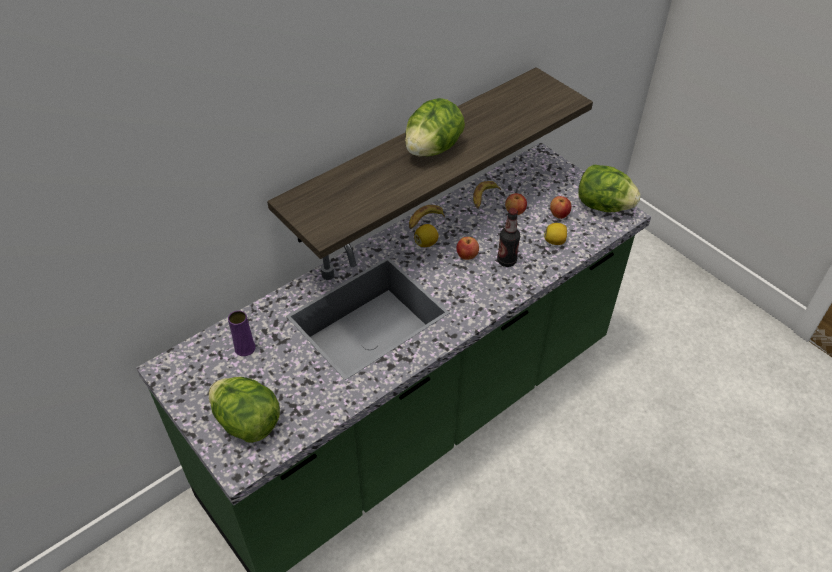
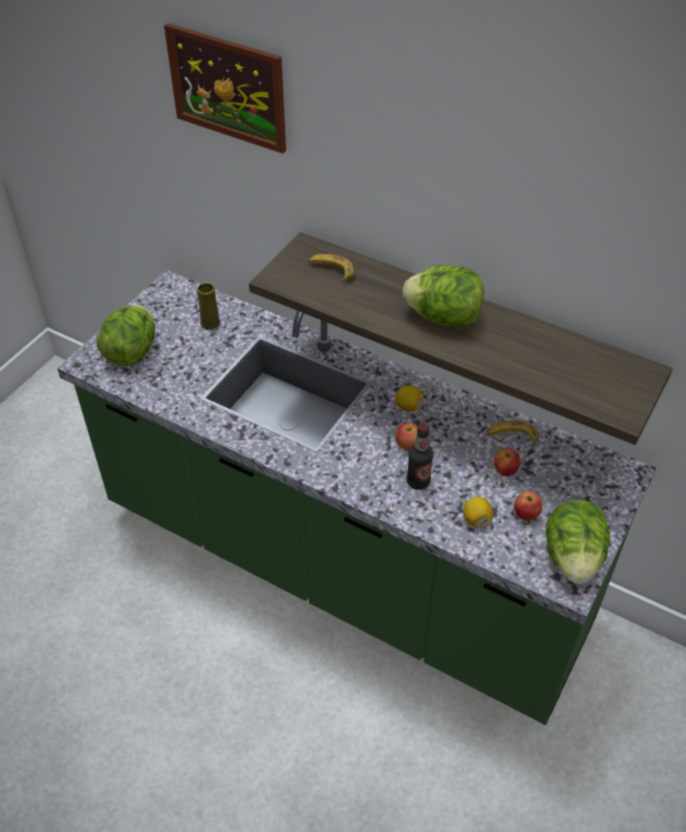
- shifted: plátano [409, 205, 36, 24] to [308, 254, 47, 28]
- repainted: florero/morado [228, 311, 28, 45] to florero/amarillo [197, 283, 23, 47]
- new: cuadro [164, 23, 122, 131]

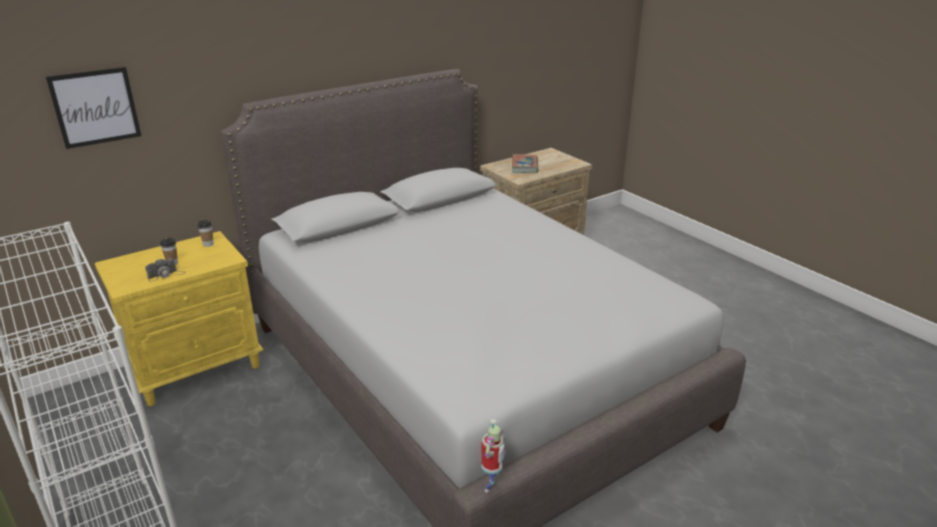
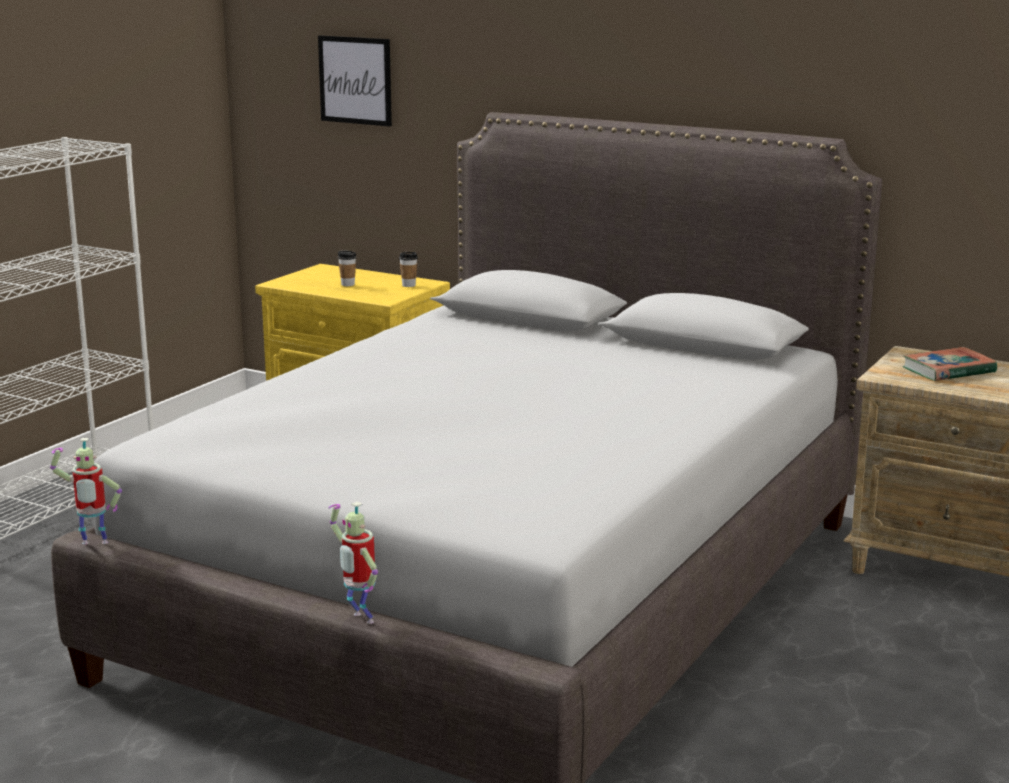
- gone: cámara [145, 258, 41, 24]
- new: robot de juguete [328, 502, 50, 122]

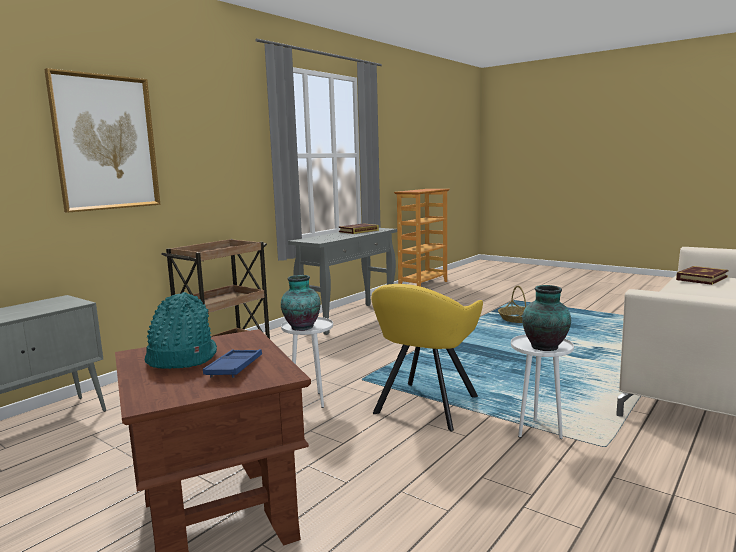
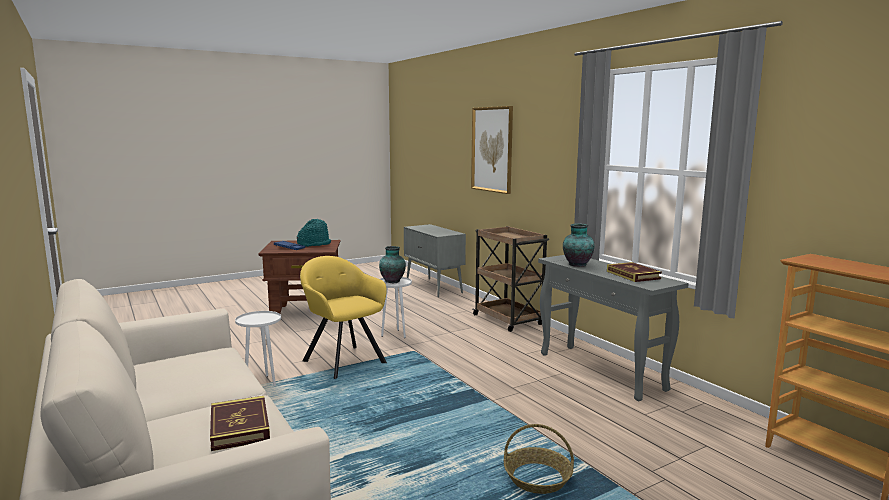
- shifted: florero [522, 285, 49, 66] to [563, 224, 31, 43]

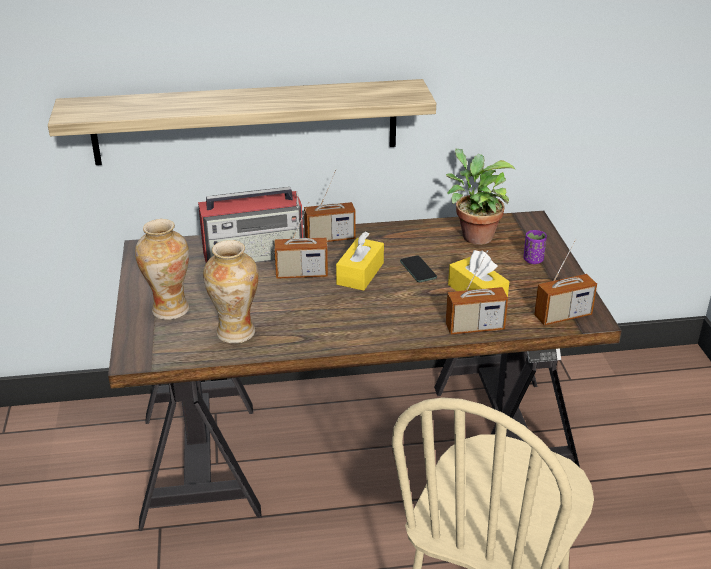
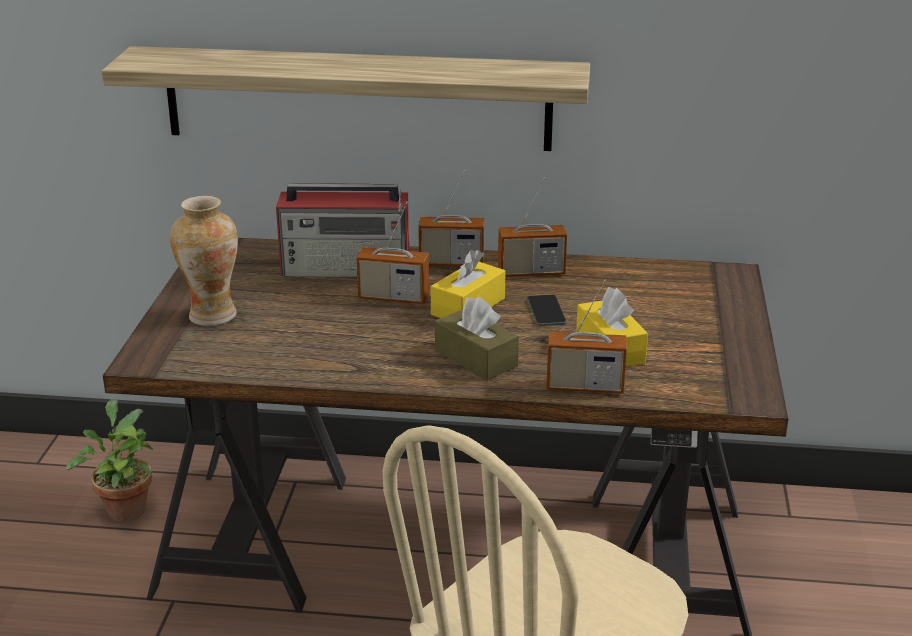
- shifted: planta en maceta [446, 149, 70, 96] to [66, 399, 87, 123]
- gone: taza/morado [524, 230, 23, 34]
- shifted: radio [534, 239, 63, 86] to [498, 178, 69, 99]
- gone: florero [203, 240, 56, 103]
- new: caja de pañuelos/marrón [435, 297, 84, 83]

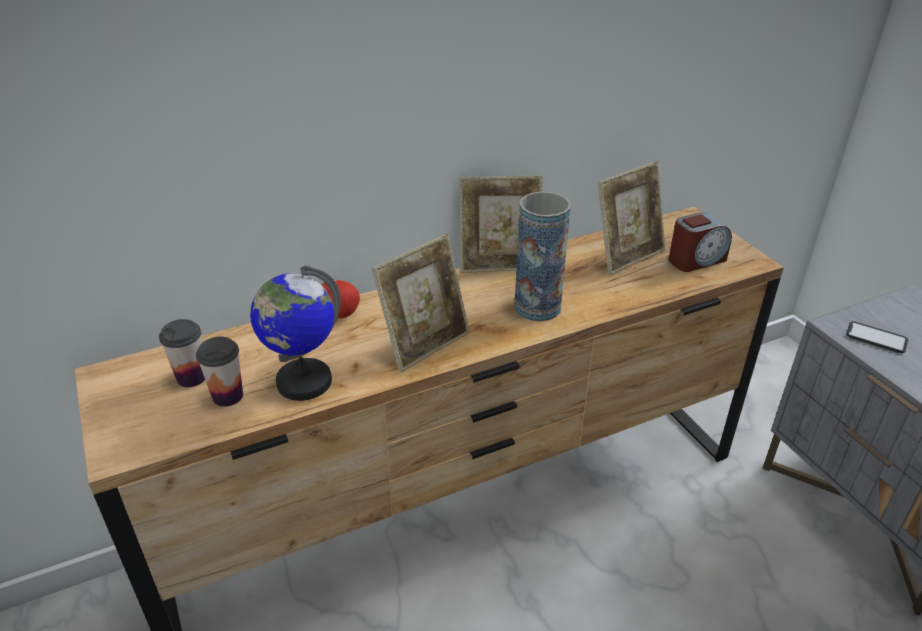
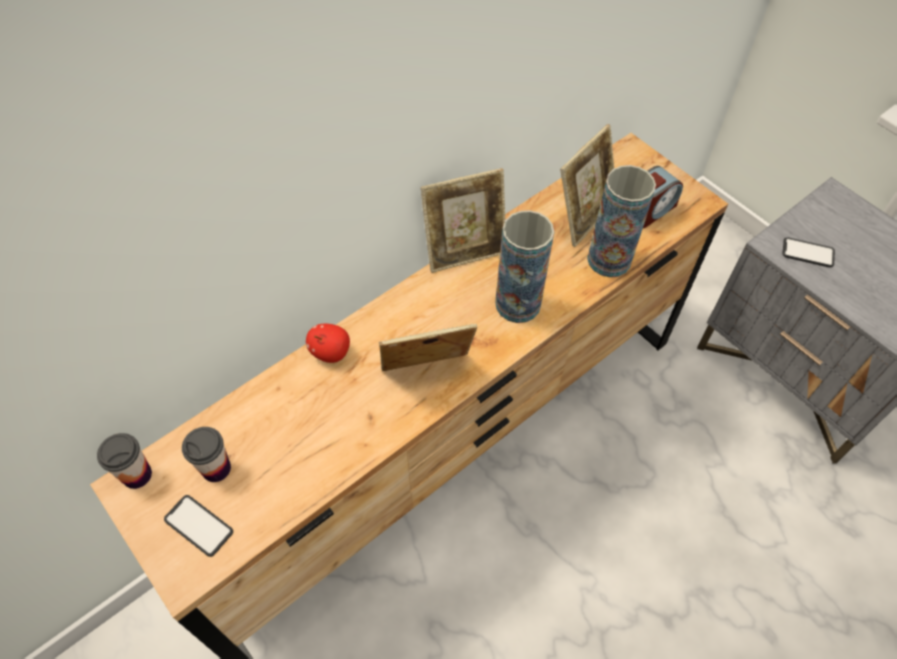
- rotated: portarretratos [372, 234, 98, 138] = [379, 324, 98, 47] 135 degrees counterclockwise
- gone: globo terráqueo [250, 265, 91, 136]
- shifted: taza [196, 337, 47, 70] to [97, 433, 55, 56]
- new: florero [587, 165, 69, 112]
- new: móvil [164, 495, 69, 62]

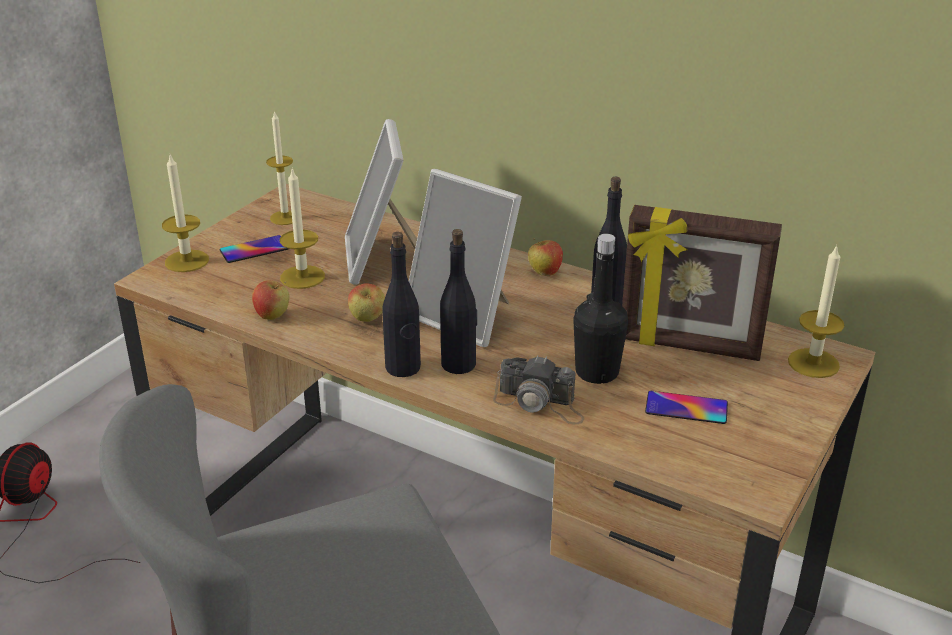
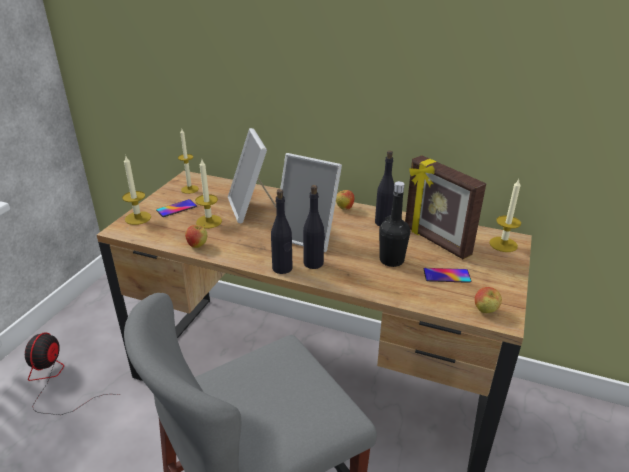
- rotated: portarretratos [622, 205, 160, 156] = [405, 155, 81, 104] 45 degrees clockwise
- shifted: manzana [348, 284, 37, 38] to [475, 287, 27, 26]
- gone: cámara [493, 355, 91, 69]

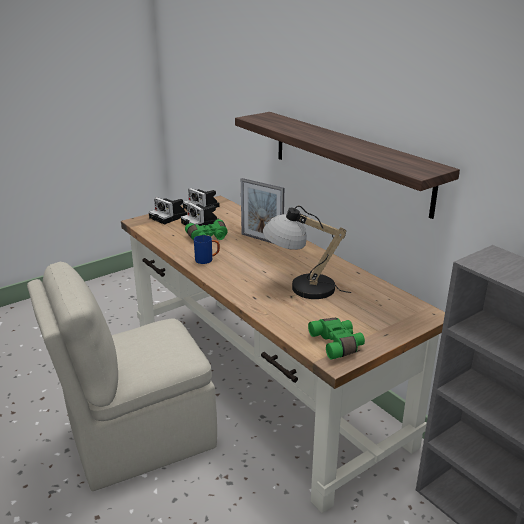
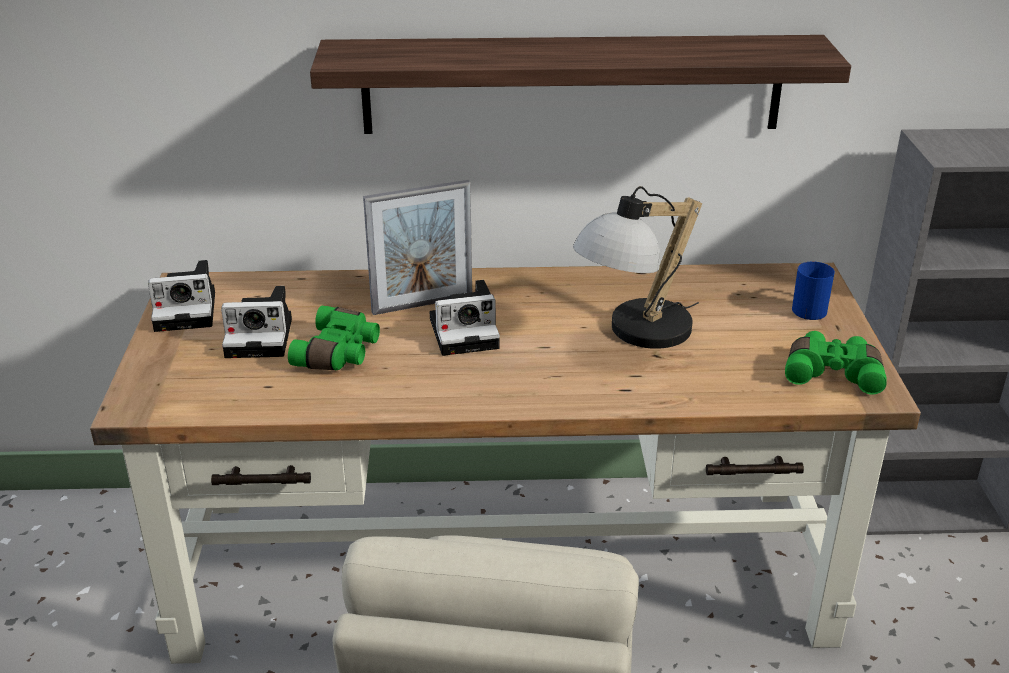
- shifted: cámara [149, 197, 38, 27] to [430, 280, 70, 76]
- shifted: taza grande/azul [194, 235, 26, 29] to [792, 261, 43, 59]

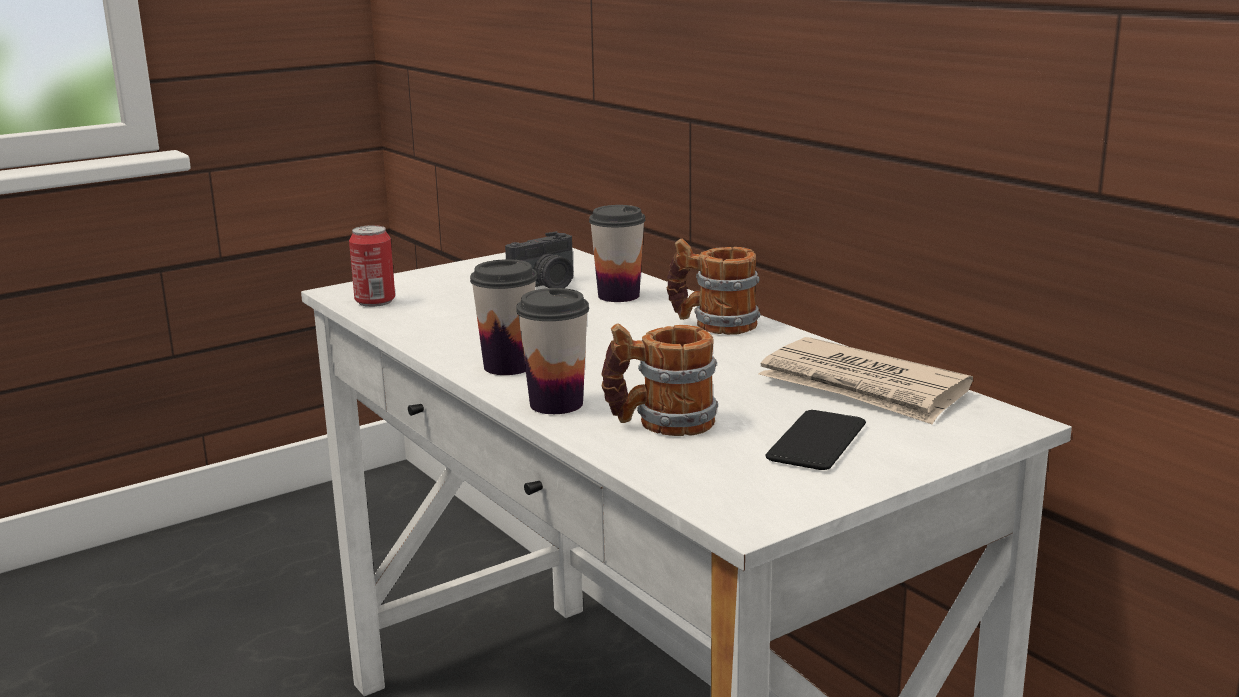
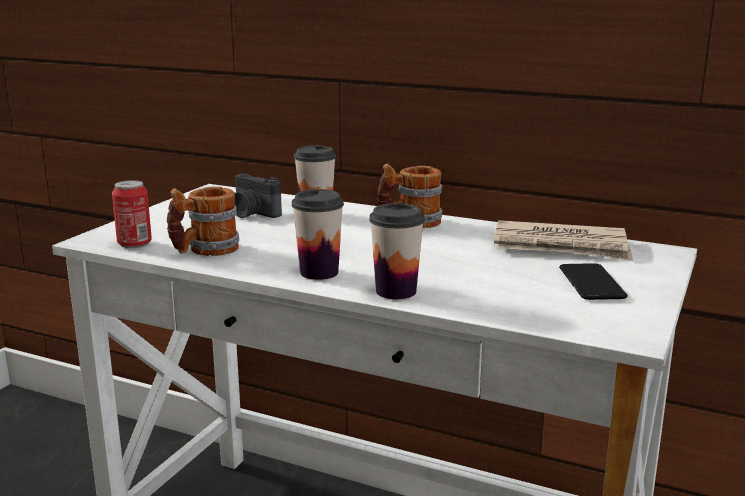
- rotated: cámara [505, 231, 68, 57] = [234, 173, 48, 45] 105 degrees clockwise
- shifted: taza grande [601, 323, 117, 113] to [167, 187, 72, 69]

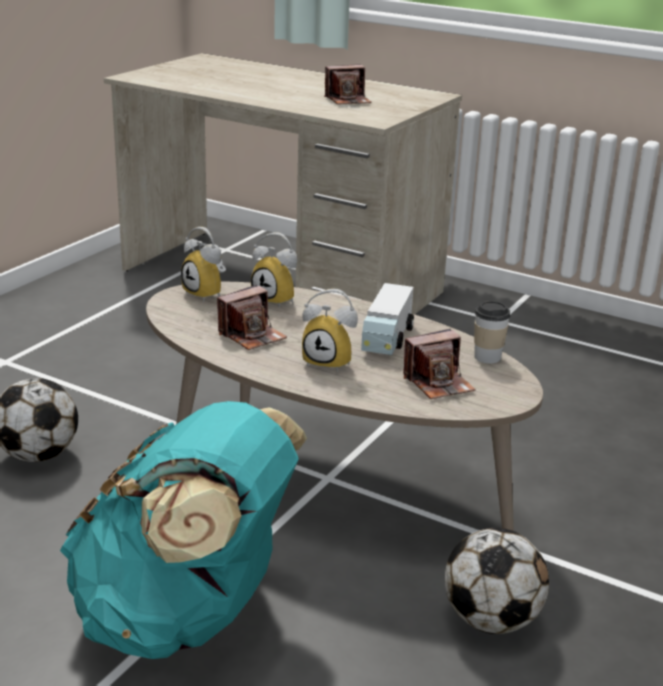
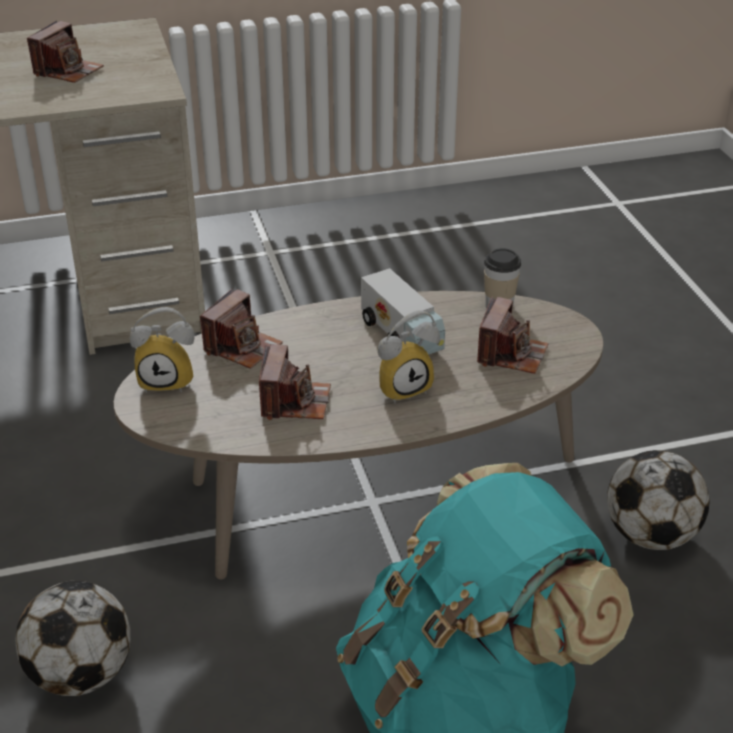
- swapped: despertador [251, 232, 47, 76] to cámara [200, 288, 83, 81]

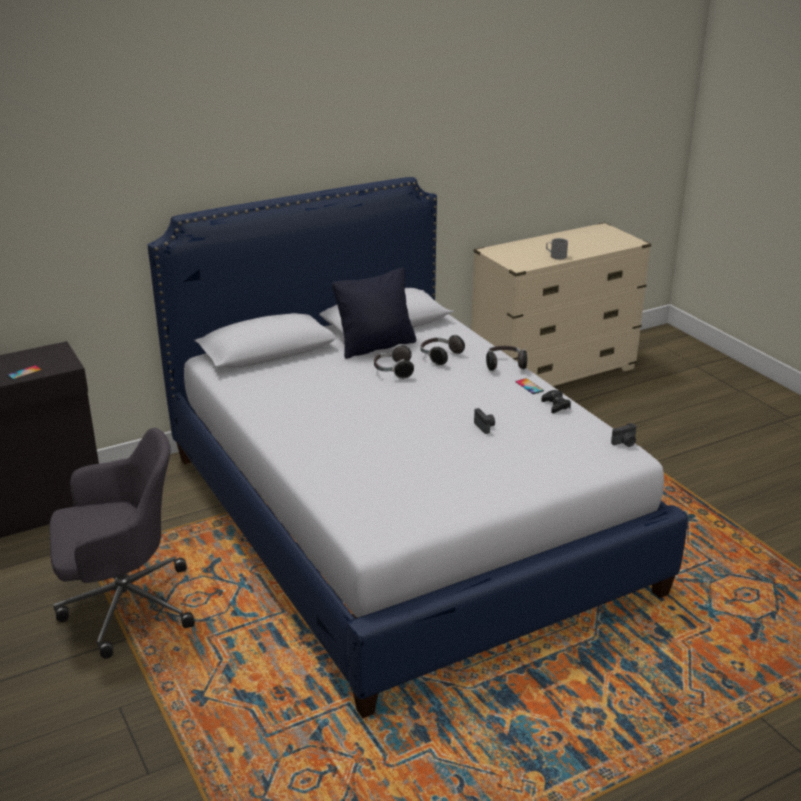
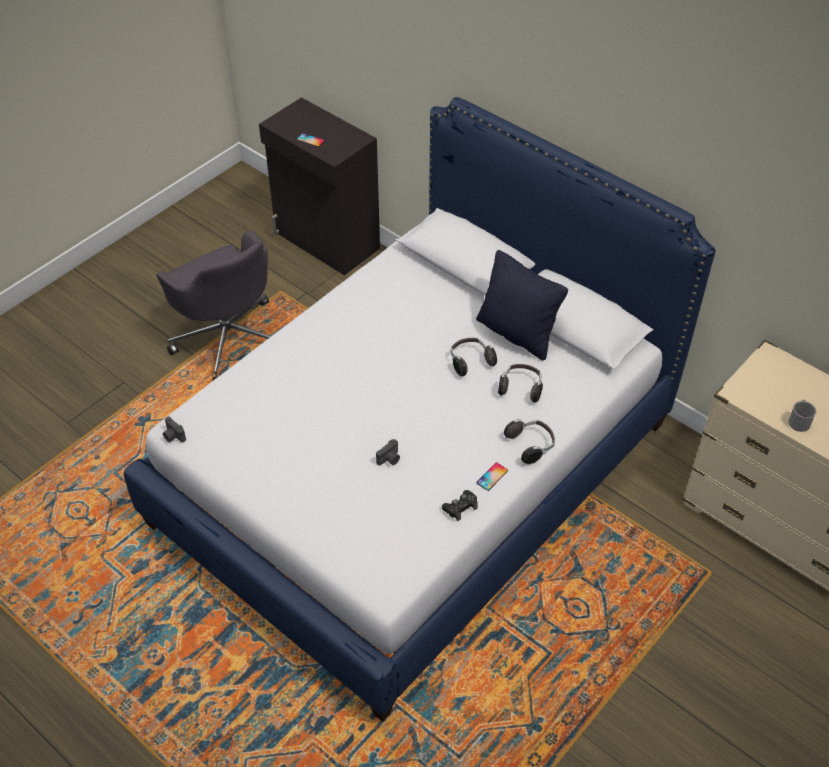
- shifted: cámara [611, 423, 25, 24] to [163, 417, 23, 26]

